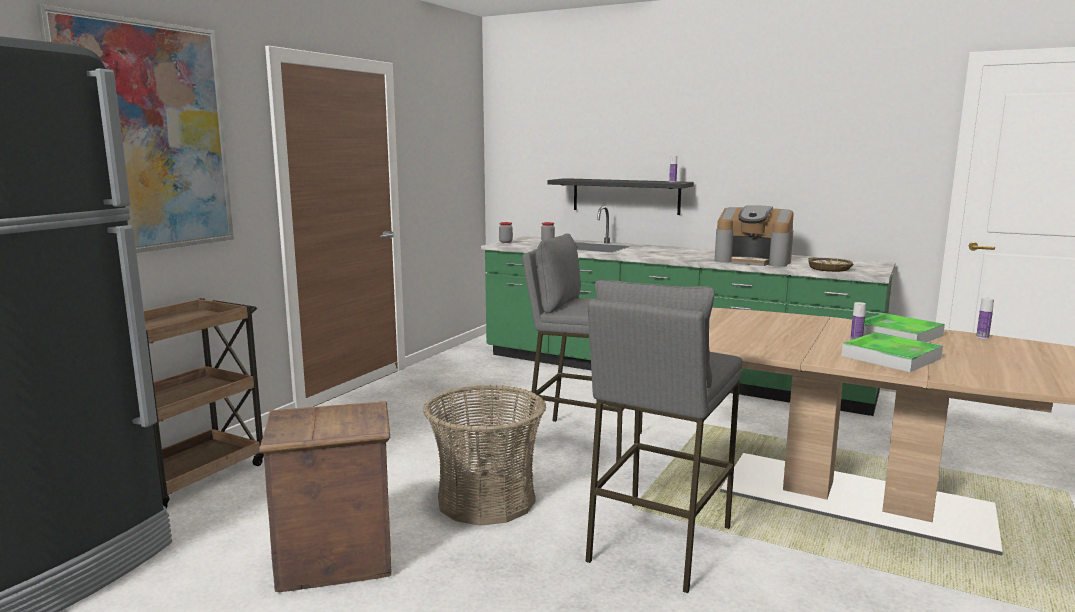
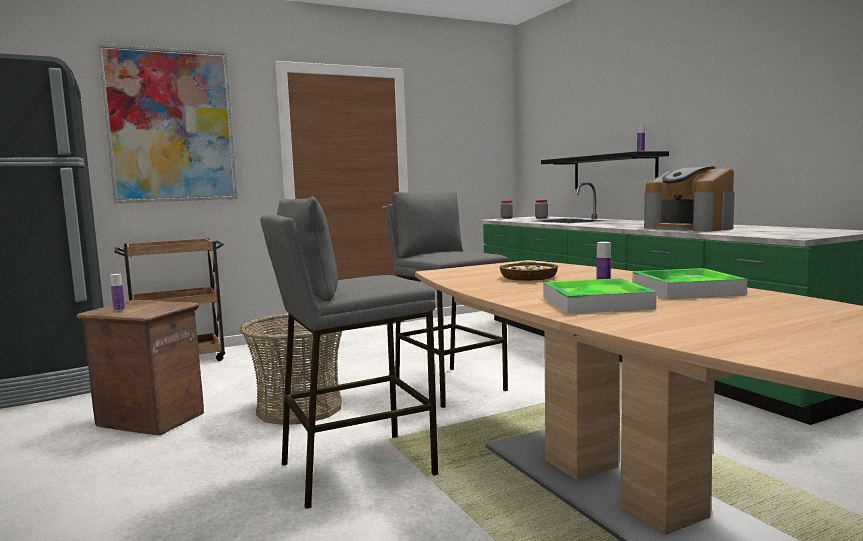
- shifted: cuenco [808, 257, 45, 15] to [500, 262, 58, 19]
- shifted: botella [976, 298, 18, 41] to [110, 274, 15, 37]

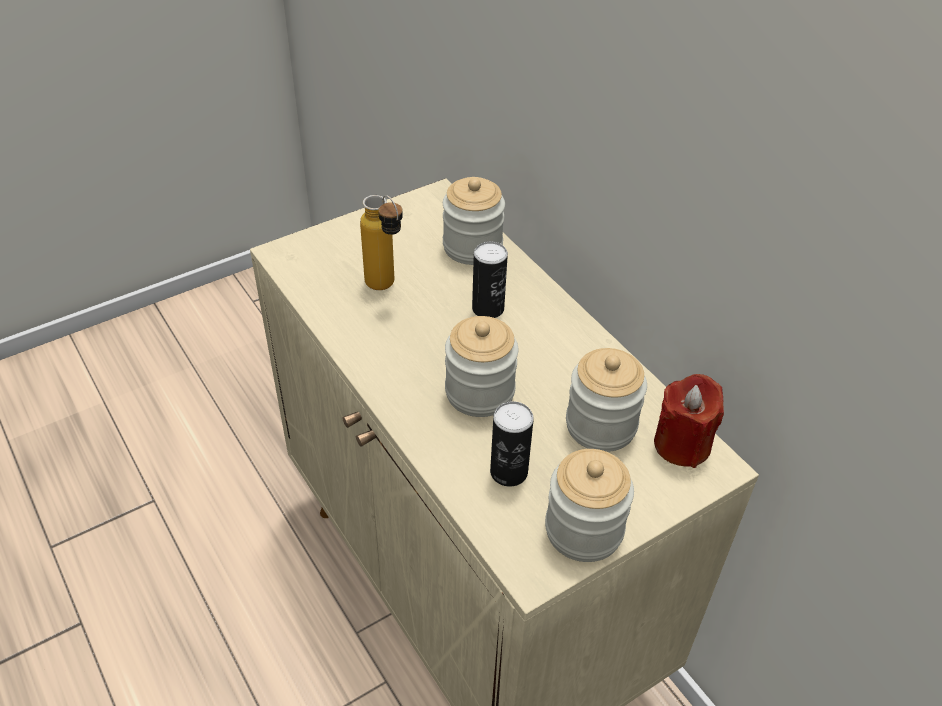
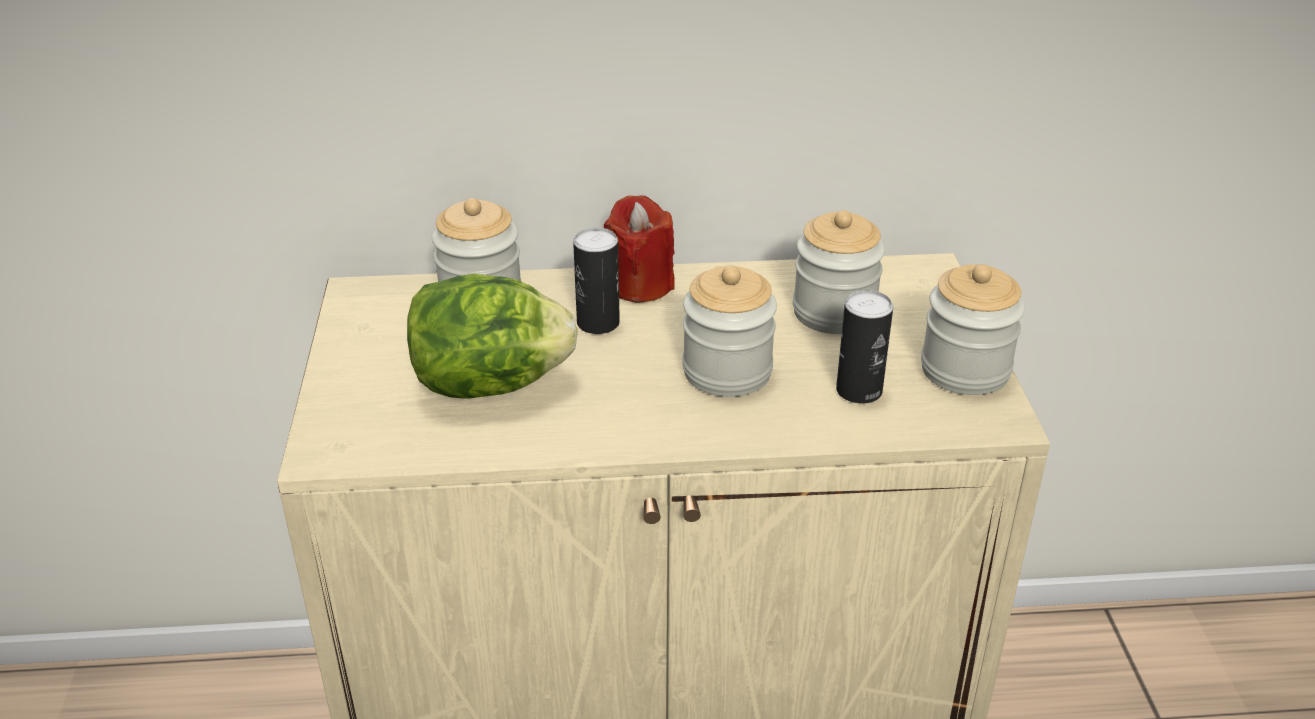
- swapped: botella [360, 195, 43, 95] to lechuga [407, 274, 171, 125]
- shifted: vela/rojo [654, 374, 70, 94] to [604, 195, 71, 108]

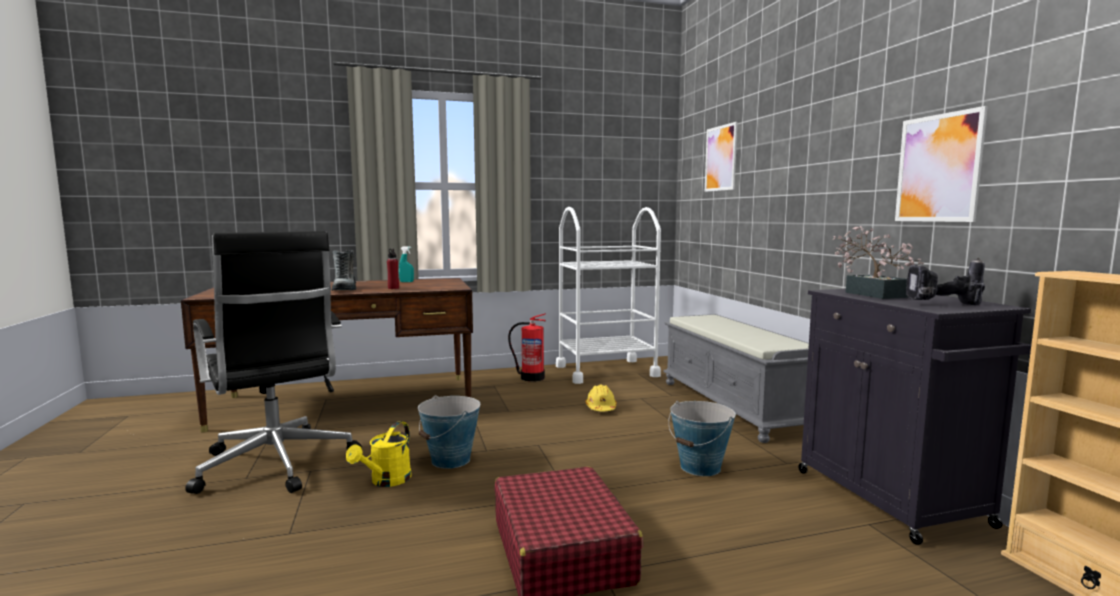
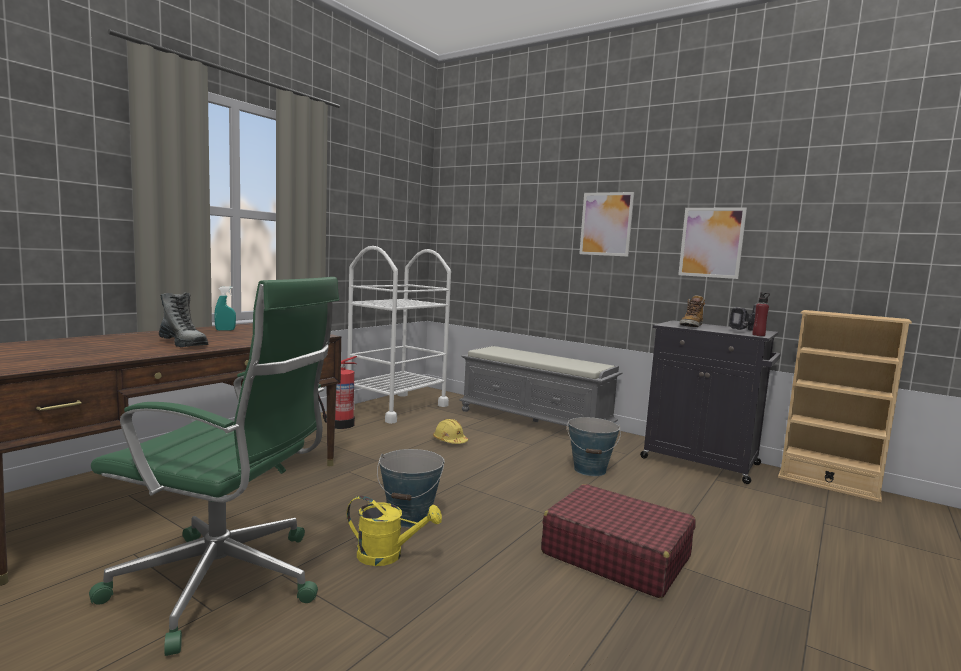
- shifted: cuadro [705, 122, 33, 70] to [579, 192, 55, 65]
- swapped: planta en maceta [833, 226, 91, 73] to bota [679, 295, 26, 32]
- repainted: silla de oficina/negro [185, 231, 177, 263] to silla de oficina/verde [89, 277, 250, 379]
- shifted: botella/rojo [387, 249, 12, 40] to [752, 292, 18, 44]
- rotated: regadera/amarillo [346, 421, 66, 66] = [347, 496, 95, 70] 60 degrees counterclockwise

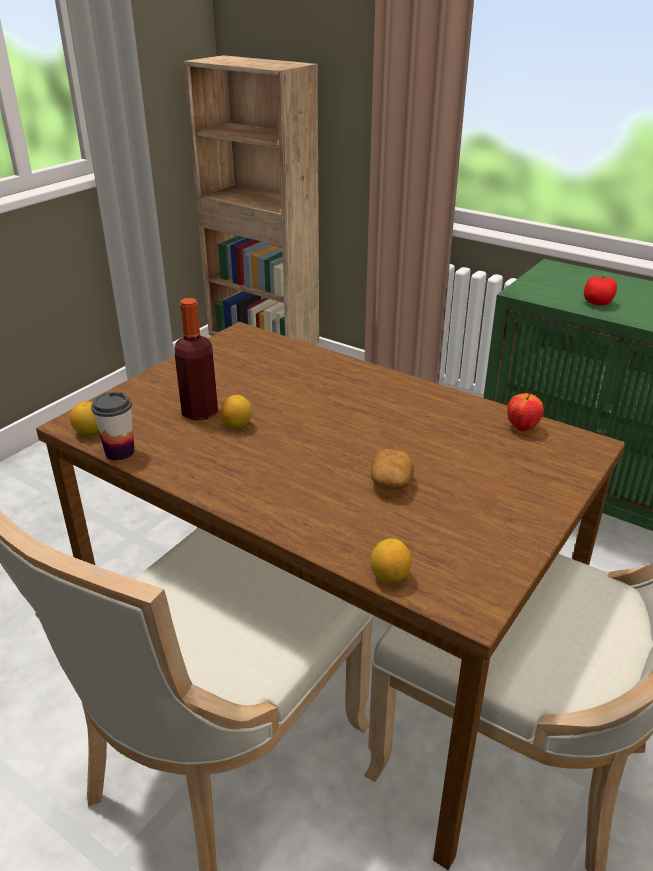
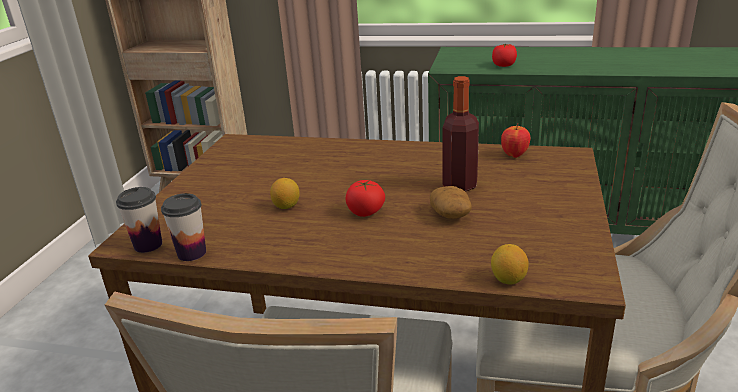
- shifted: botella [175, 298, 43, 122] to [443, 76, 36, 116]
- swapped: limón [70, 401, 28, 34] to taza [116, 187, 46, 66]
- new: tomate [346, 180, 39, 37]

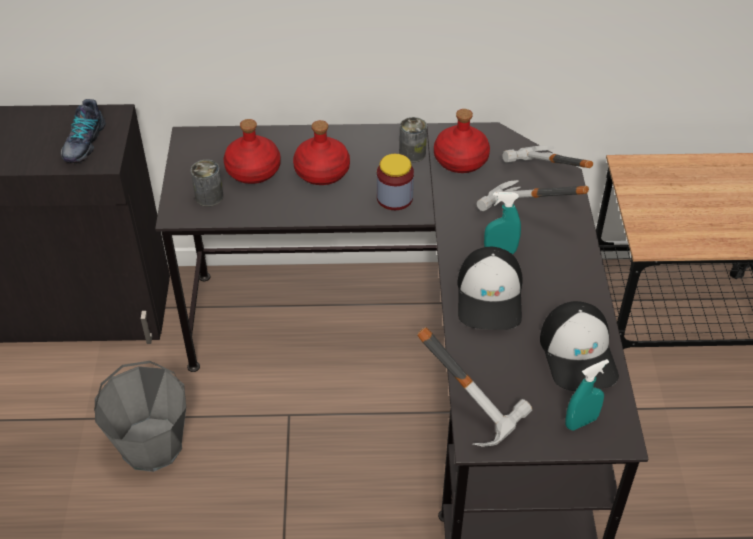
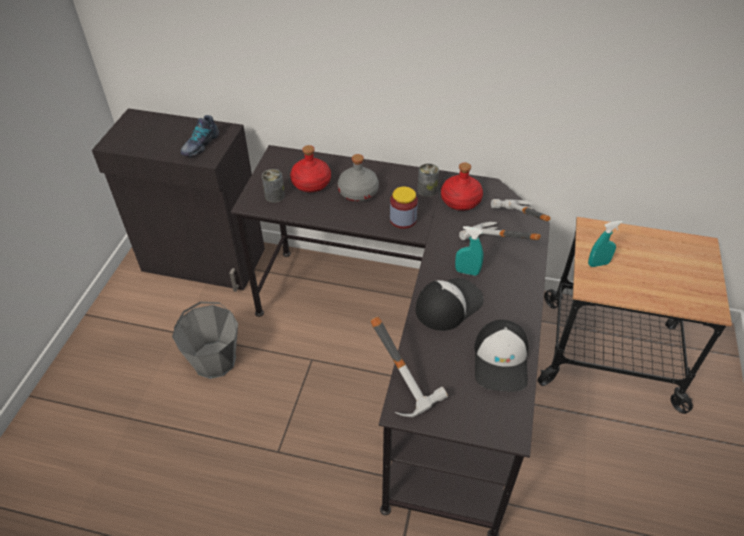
- repainted: botella/rojo [293, 120, 57, 65] to botella/gris [338, 154, 41, 48]
- rotated: gorra [457, 247, 66, 83] = [416, 278, 68, 53] 150 degrees counterclockwise
- shifted: pulverizador/turquesa [565, 359, 44, 71] to [588, 221, 35, 46]

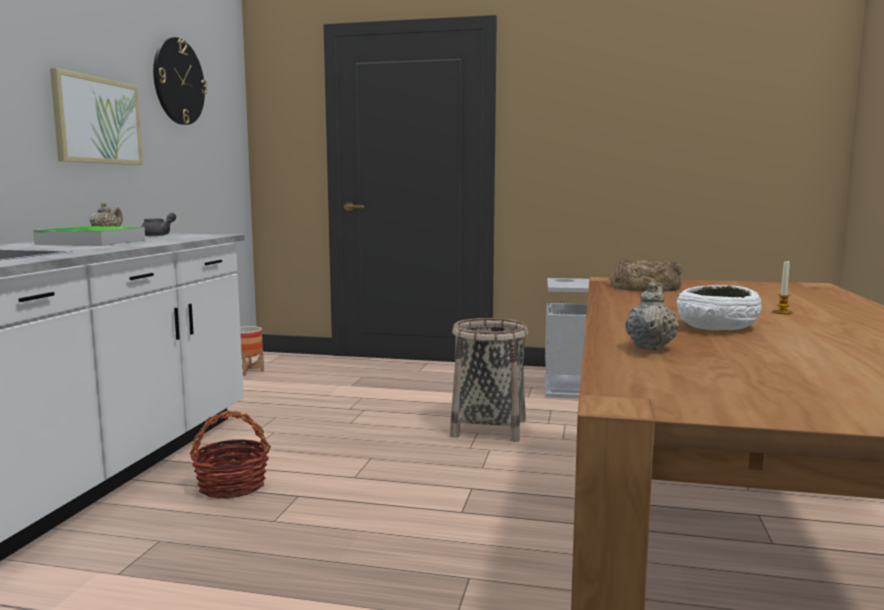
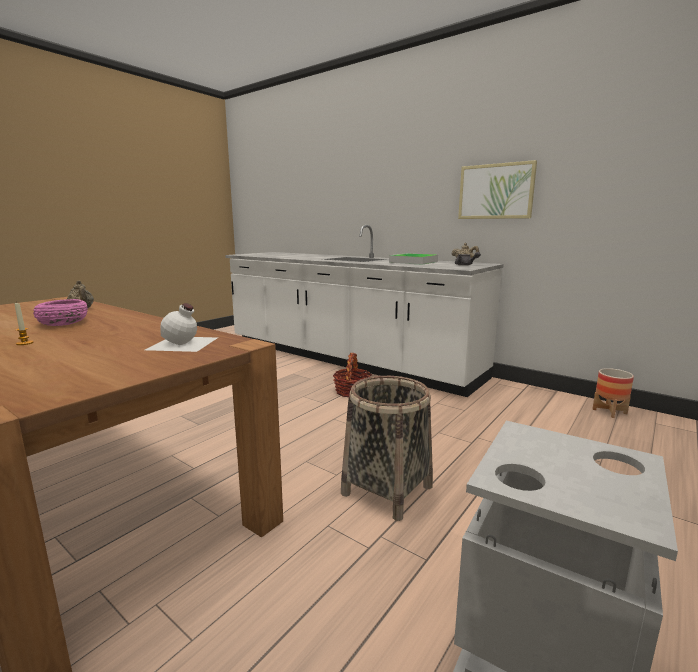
- gone: reloj de pared [153, 37, 54, 88]
- swapped: pan [609, 260, 74, 31] to botella/blanco [145, 303, 73, 49]
- repainted: cuenco/blanco [677, 285, 85, 45] to cuenco/rosa [33, 299, 55, 27]

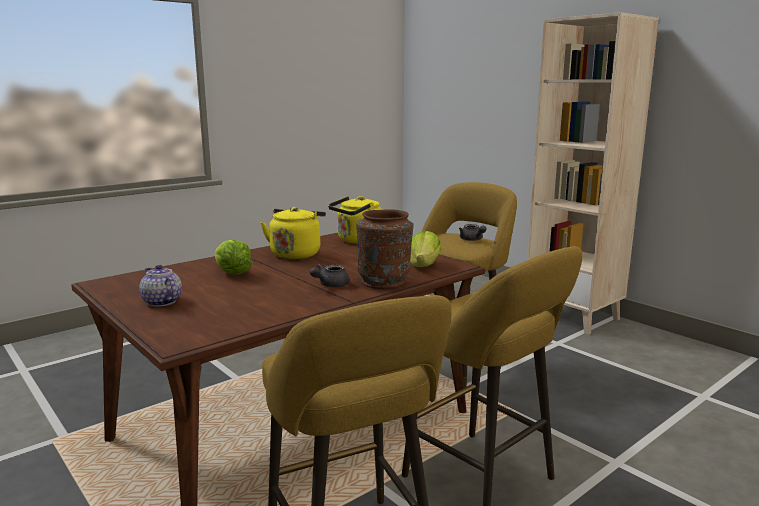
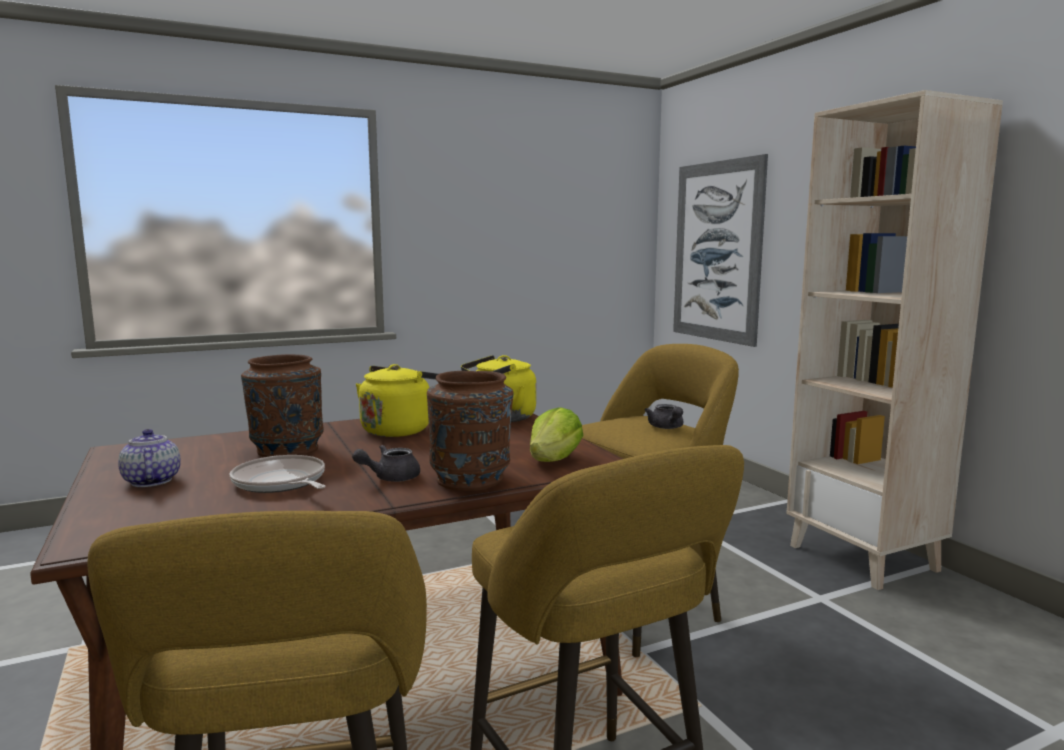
- swapped: lechuga [215, 239, 37, 36] to florero/marrón [241, 354, 83, 103]
- new: cuadro [673, 154, 95, 193]
- new: sartén [230, 455, 95, 38]

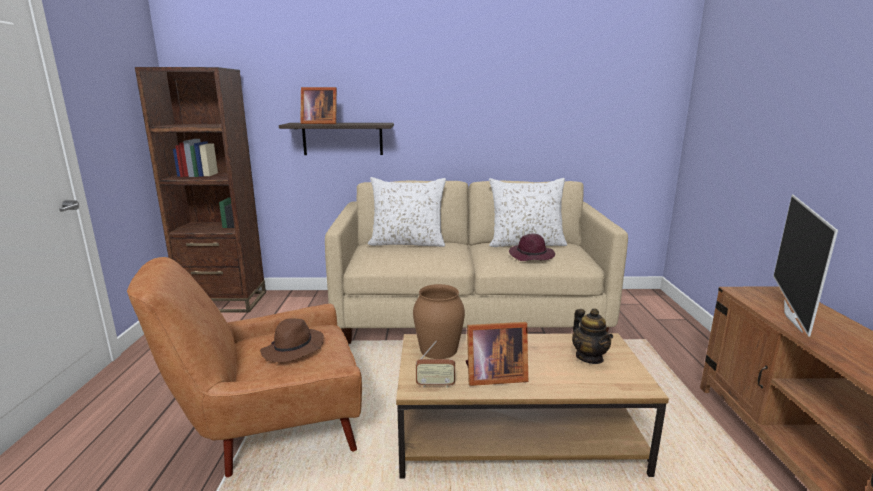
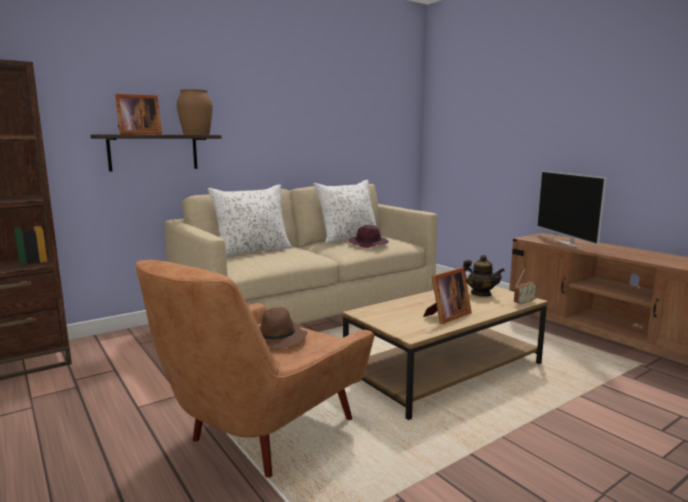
- shifted: florero/marrón [413, 284, 52, 75] to [177, 89, 36, 46]
- shifted: radio [416, 340, 39, 48] to [514, 269, 23, 36]

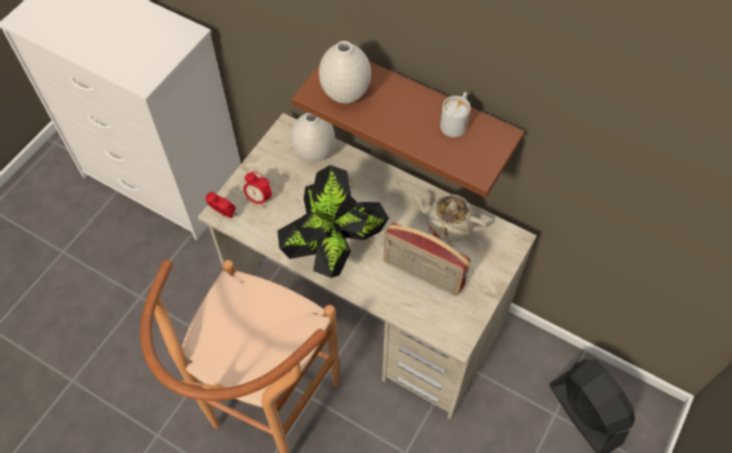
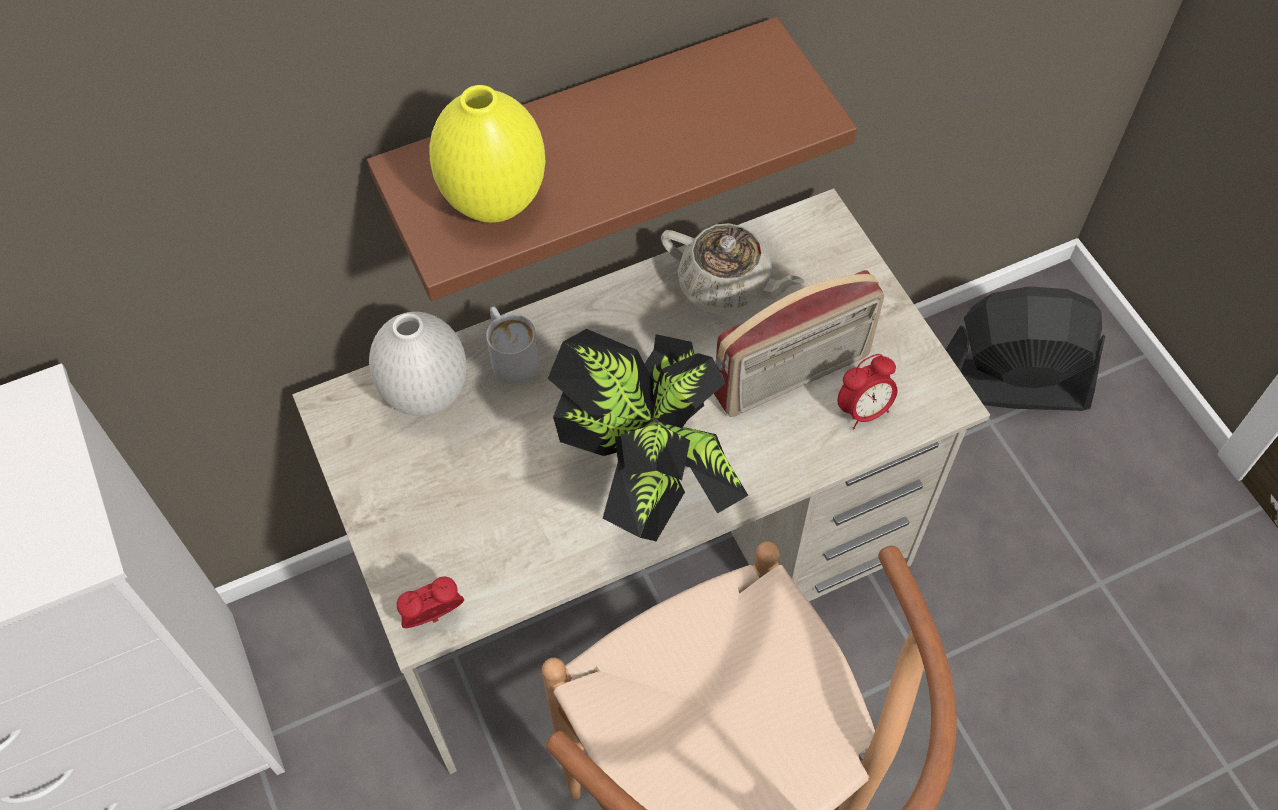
- repainted: florero/blanco [319, 41, 52, 63] to florero/amarillo [429, 85, 117, 138]
- shifted: taza grande/blanco [440, 92, 31, 45] to [486, 307, 53, 78]
- shifted: despertador [243, 171, 29, 37] to [837, 354, 61, 75]
- rotated: tetera/beis [413, 194, 74, 48] = [661, 223, 143, 93] 120 degrees counterclockwise

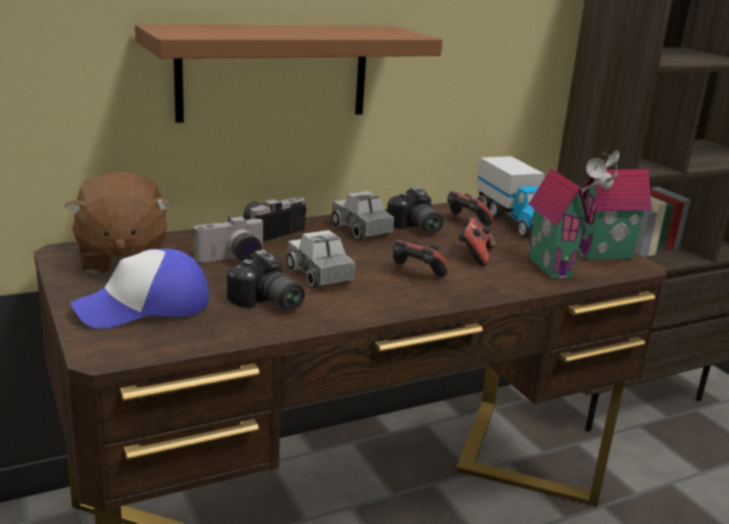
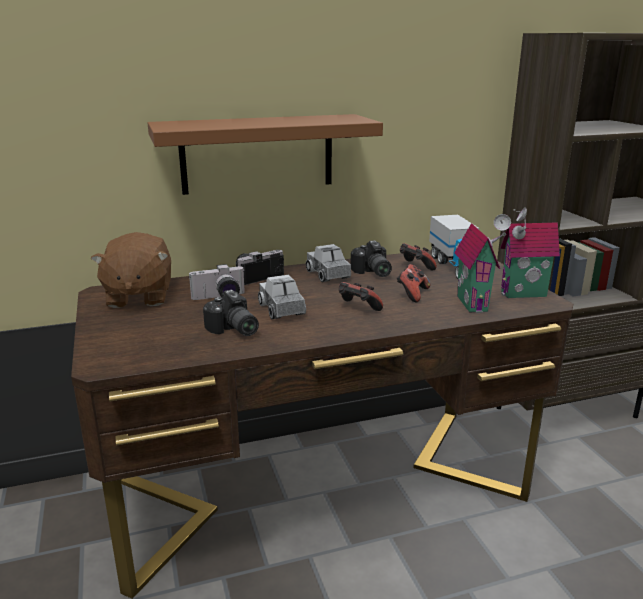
- gone: gorra [70, 249, 139, 80]

